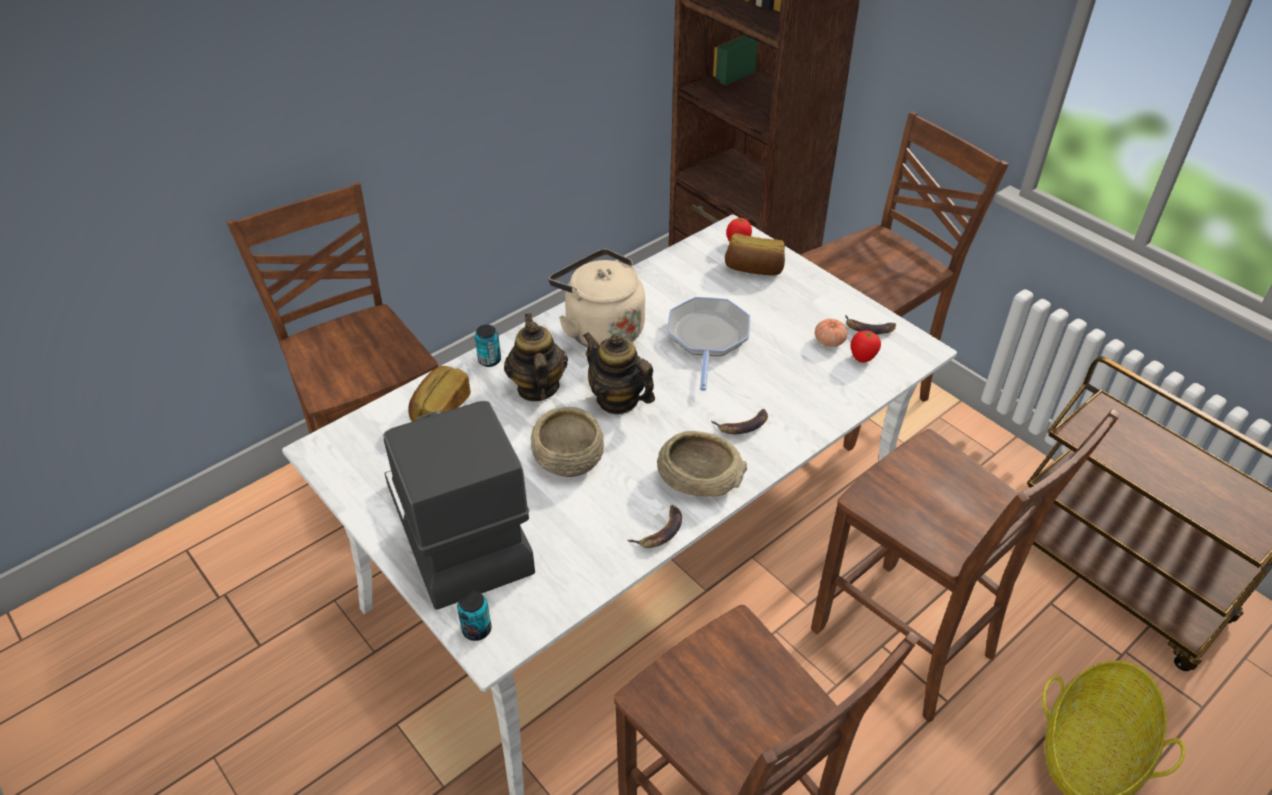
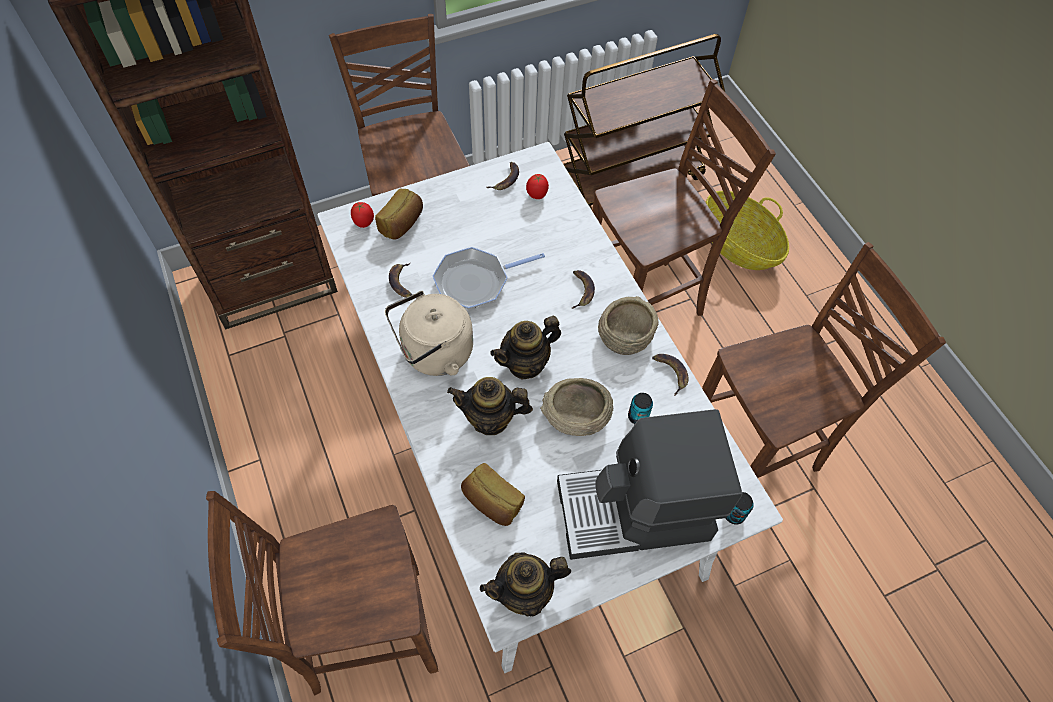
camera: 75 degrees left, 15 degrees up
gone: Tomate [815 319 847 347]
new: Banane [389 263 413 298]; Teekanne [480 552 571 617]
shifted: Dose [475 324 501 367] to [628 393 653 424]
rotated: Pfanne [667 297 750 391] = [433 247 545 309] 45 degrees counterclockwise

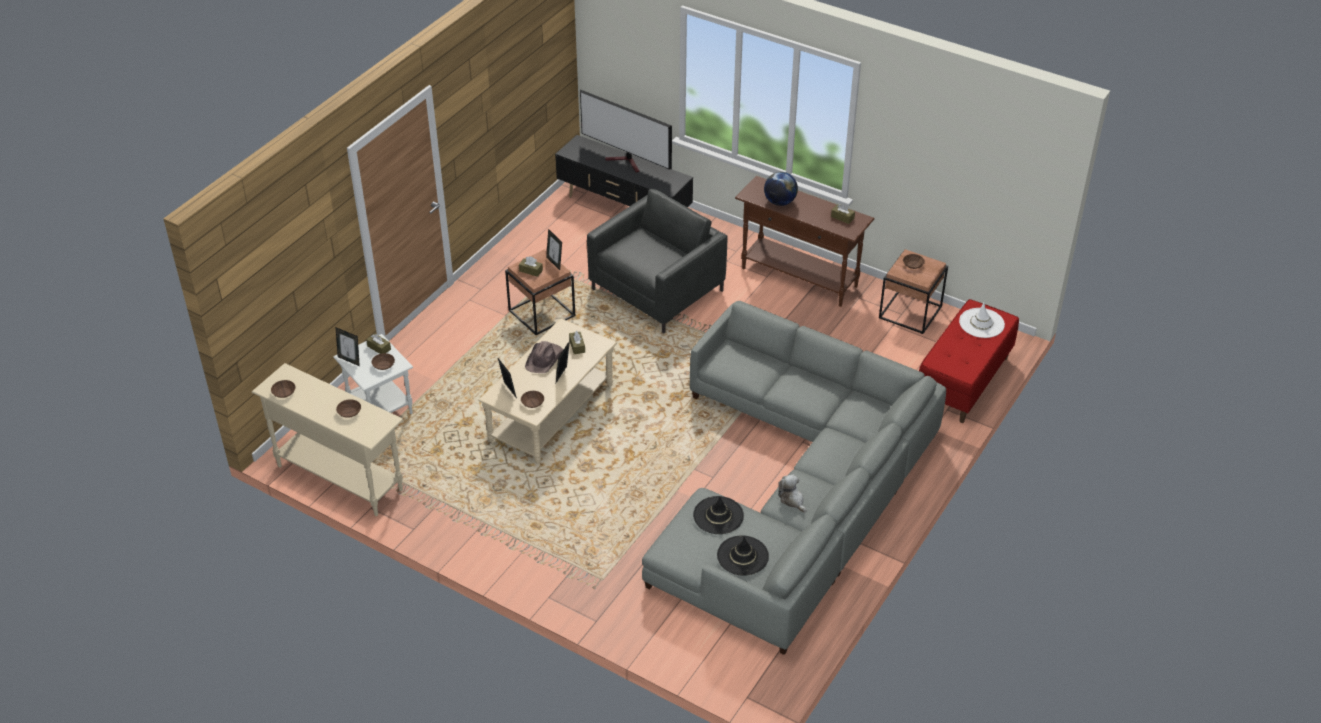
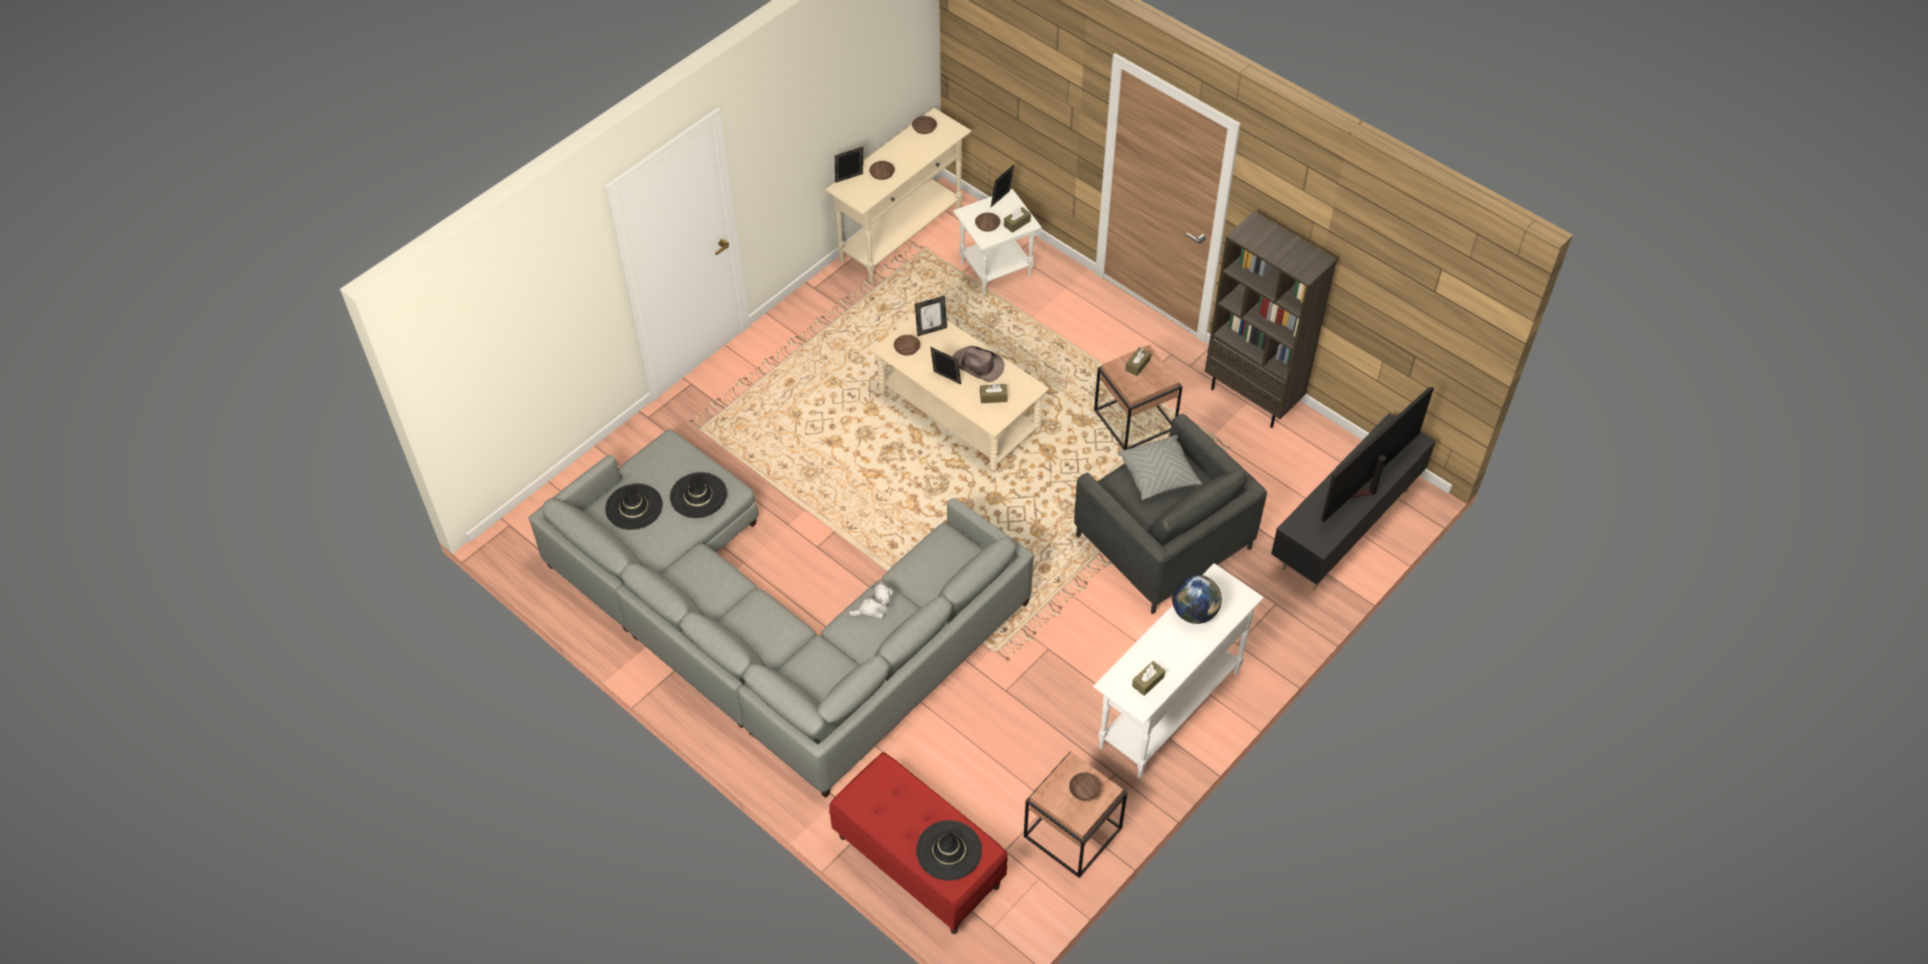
camera: 100 degrees right, 10 degrees up
new: Kissen [grau] [1118 435 1202 500]; Bücherregal [braun] [1205 211 1337 428]
shifted: Bilderrahmen [546 229 562 270] to [835 147 863 183]; Plüschtier [778 475 806 513] to [849 582 894 619]
repainted: Hut [weiß] [959 303 1005 338] to Hut [schwarz] [916 820 982 880]; Konsolentisch [braun] [735 176 875 307] to Konsolentisch [weiß] [1093 563 1264 778]

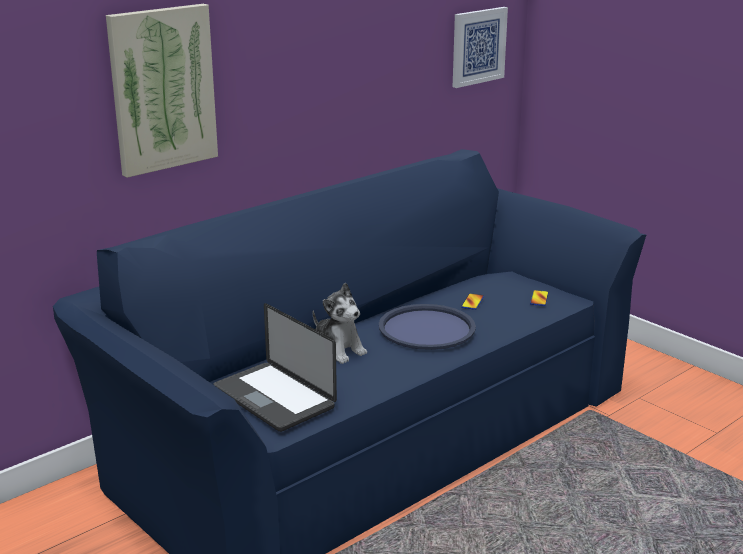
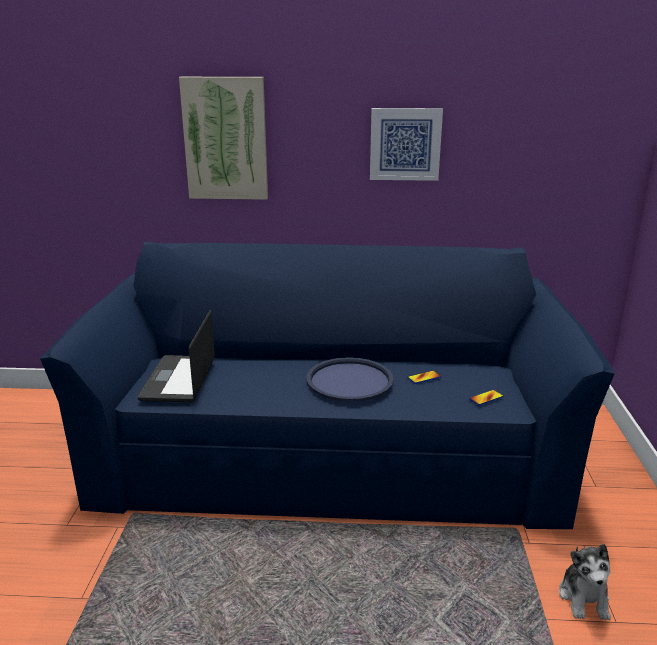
camera: 45 degrees right, 0 degrees up
shifted: Bild [453 7 508 88] to [370 108 443 181]; Plüschtier [313 283 367 364] to [559 544 611 620]

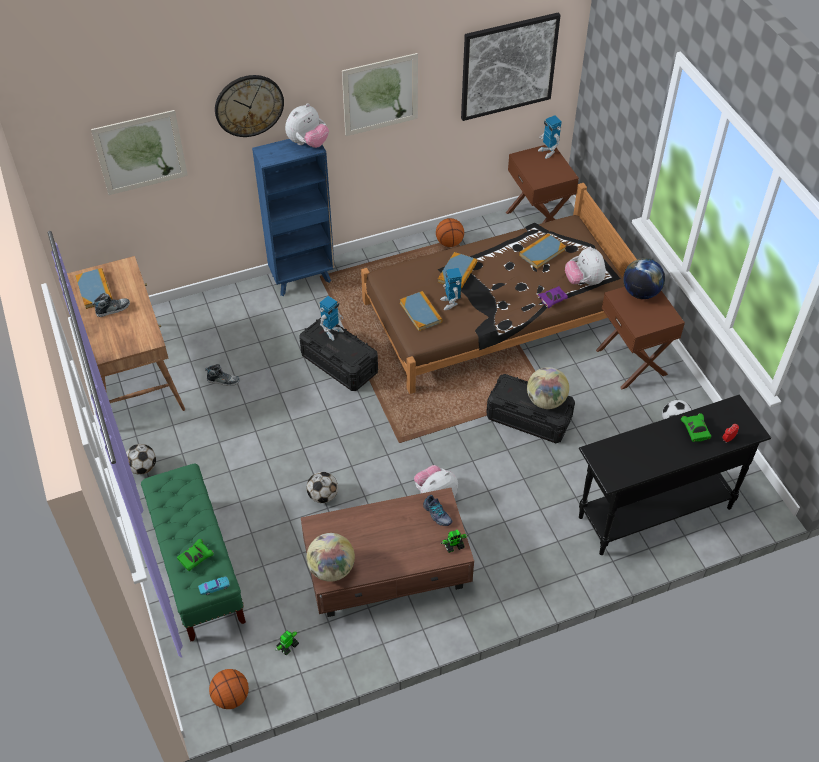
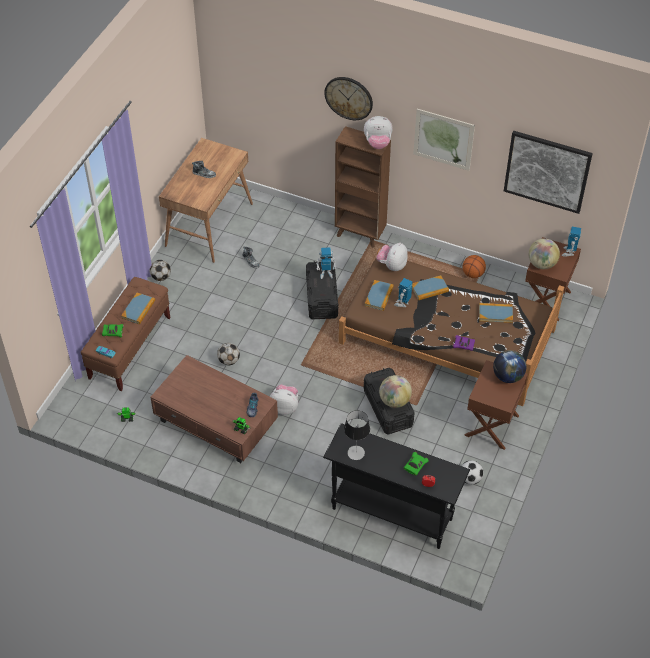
camera: 45 degrees right, 0 degrees up
gone: Bild [91 110 188 195]; Basketball [209 669 249 709]
new: Tischlampe [344 410 370 460]
shifted: Buch [75 268 112 309] to [121 293 155 325]; Plüschtier [565 246 606 285] to [376 242 408 271]; Globus [306 533 355 582] to [528 238 560 269]
repainted: Bank [grün] [141 464 246 642] to Bank [braun] [81 277 170 391]; Bücherregal [blau] [252 139 335 296] to Bücherregal [braun] [335 126 391 248]

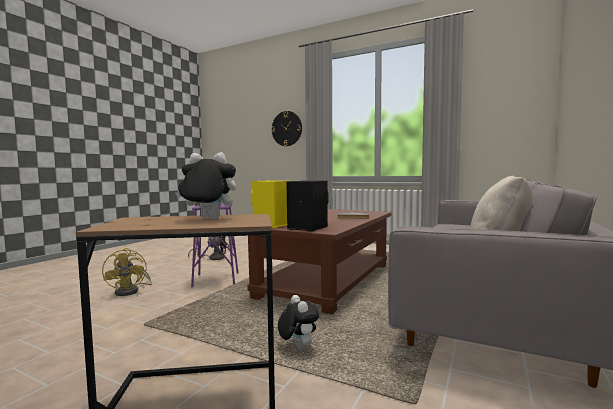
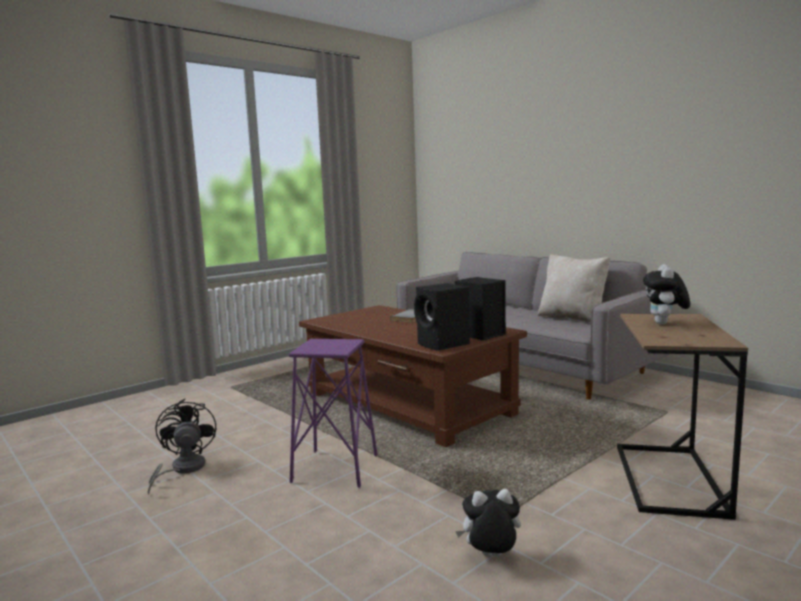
camera: 70 degrees left, 5 degrees up
gone: Ventilator [gelb] [102 248 152 296]; Wanduhr [271 111 302 146]
shifted: Plüschtier [278 295 319 349] to [455 489 521 557]
repainted: Lautsprecher [gelb] [251 180 287 228] to Lautsprecher [schwarz] [414 283 470 351]

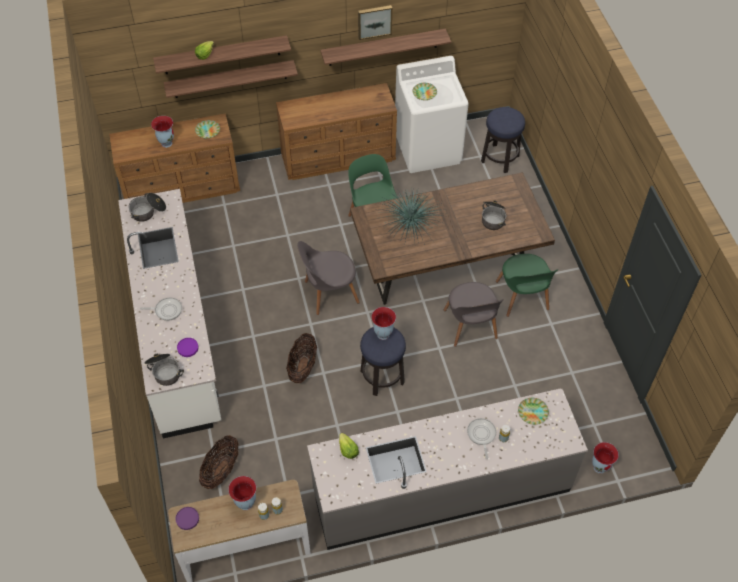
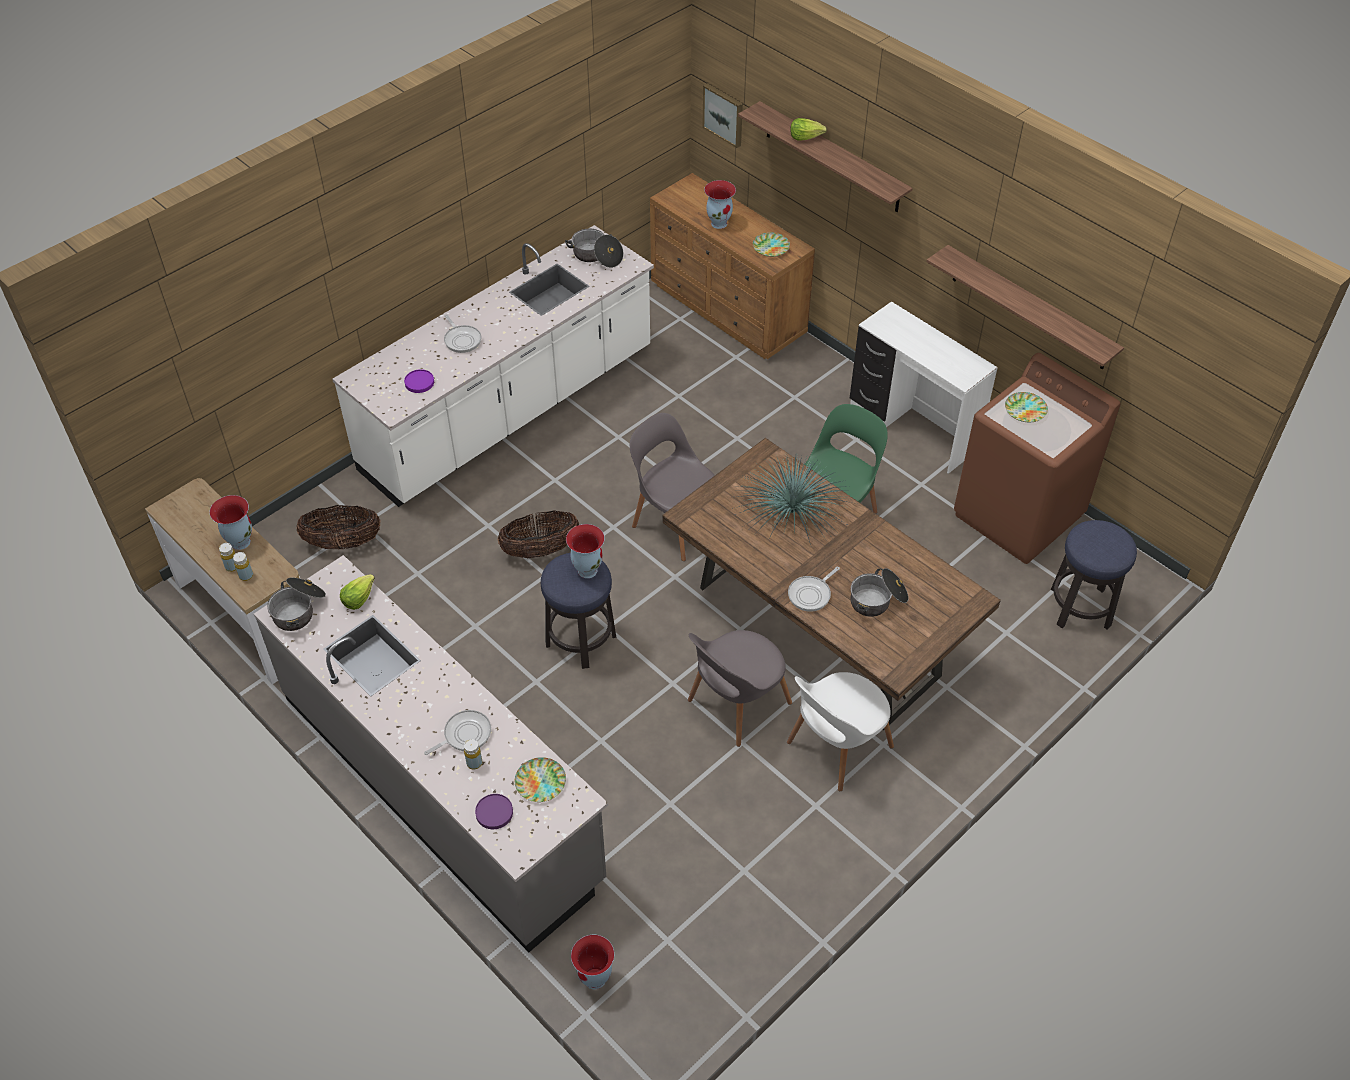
camera: 60 degrees right, 5 degrees down
gone: Wandregal [164 60 298 98]
new: Pfanne [788 567 840 612]
shifted: Kochtopf [144 354 184 386] to [267 577 326 631]; Teller [lila] [176 507 199 530] to [475 794 513 829]; Bild [358 5 392 40] to [702 83 743 148]
swapped: Kommode [braun] [276 83 397 180] to Schreibtisch [weiß] [850 301 998 474]
repainted: Stuhl [grün] [496 254 558 317] to Stuhl [weiß] [787 672 894 792]; Waschmaschine [weiß] [395 56 469 173] to Waschmaschine [braun] [954 353 1120 564]

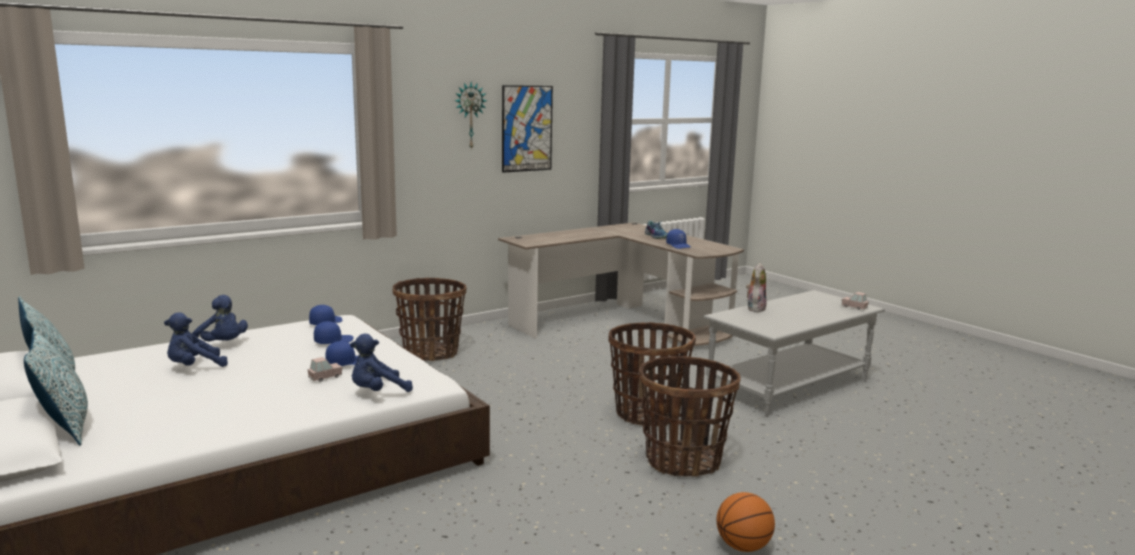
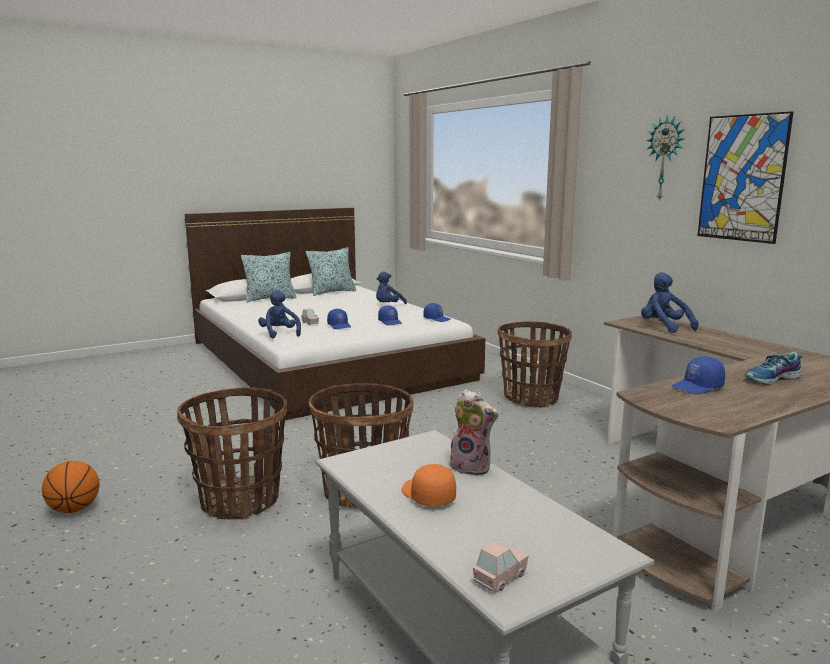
camera: 95 degrees right, 0 degrees up
new: Kappe [orange] [401 464 456 507]
shifted: Plüschtier [blau] [164 312 228 367] to [641 272 699 333]

